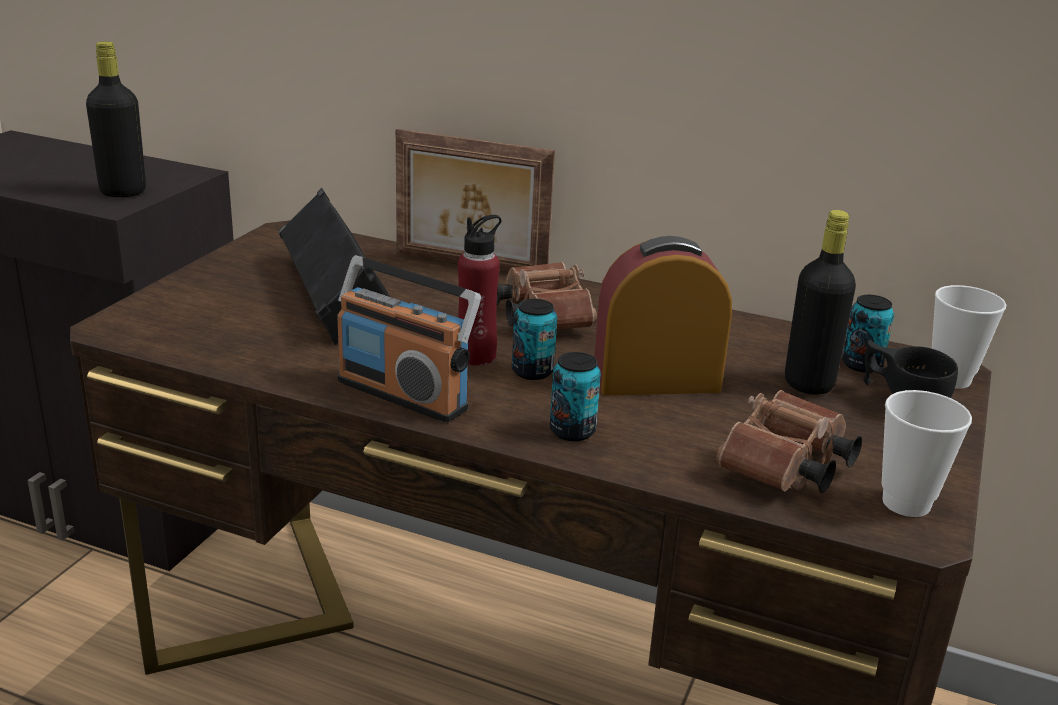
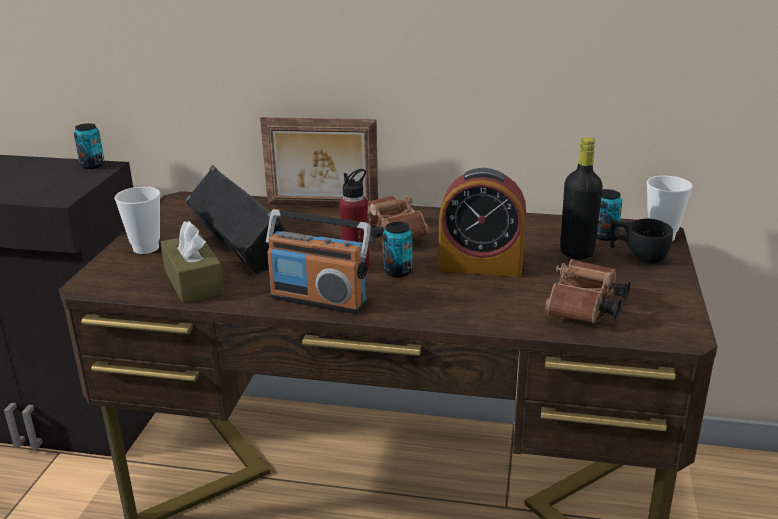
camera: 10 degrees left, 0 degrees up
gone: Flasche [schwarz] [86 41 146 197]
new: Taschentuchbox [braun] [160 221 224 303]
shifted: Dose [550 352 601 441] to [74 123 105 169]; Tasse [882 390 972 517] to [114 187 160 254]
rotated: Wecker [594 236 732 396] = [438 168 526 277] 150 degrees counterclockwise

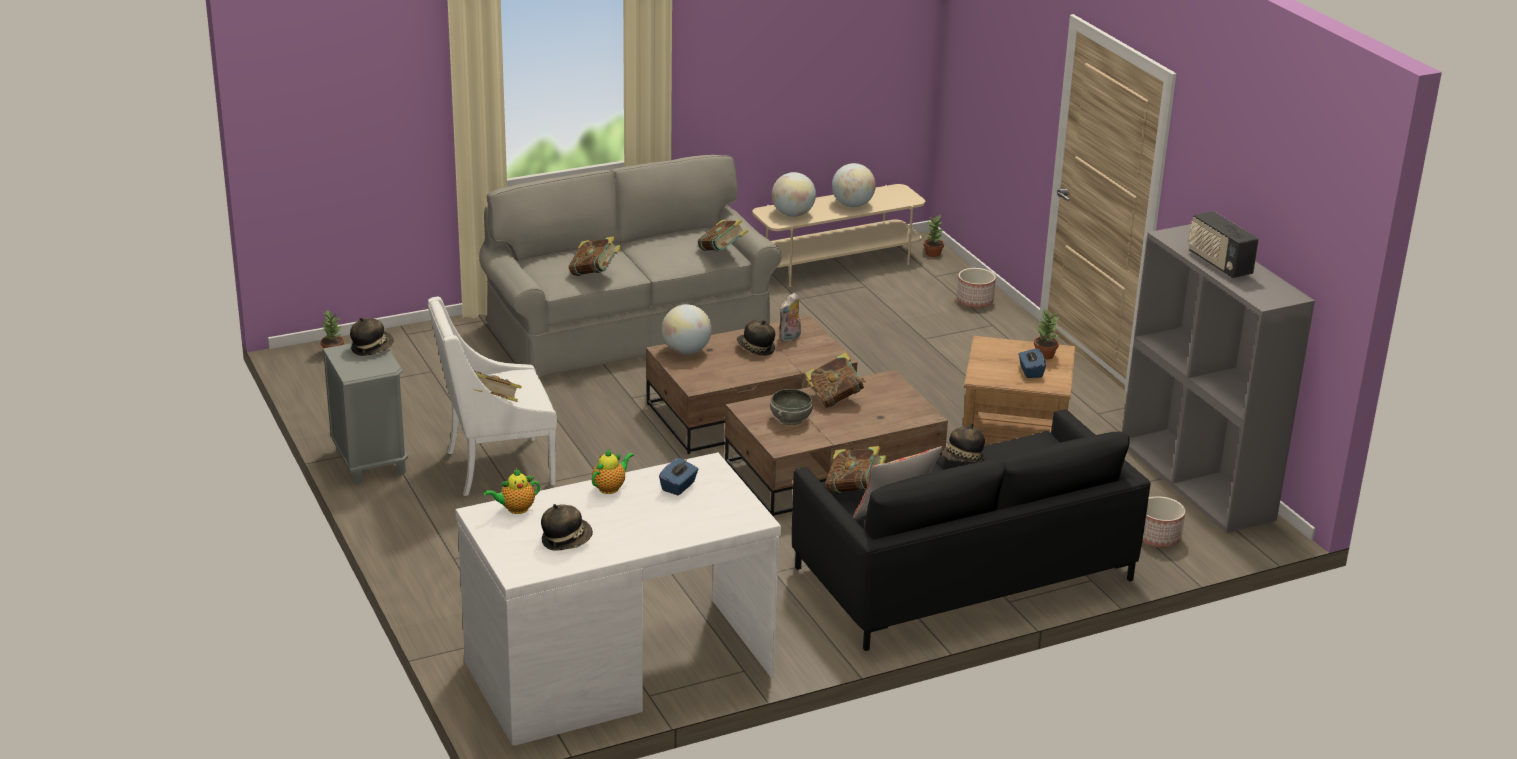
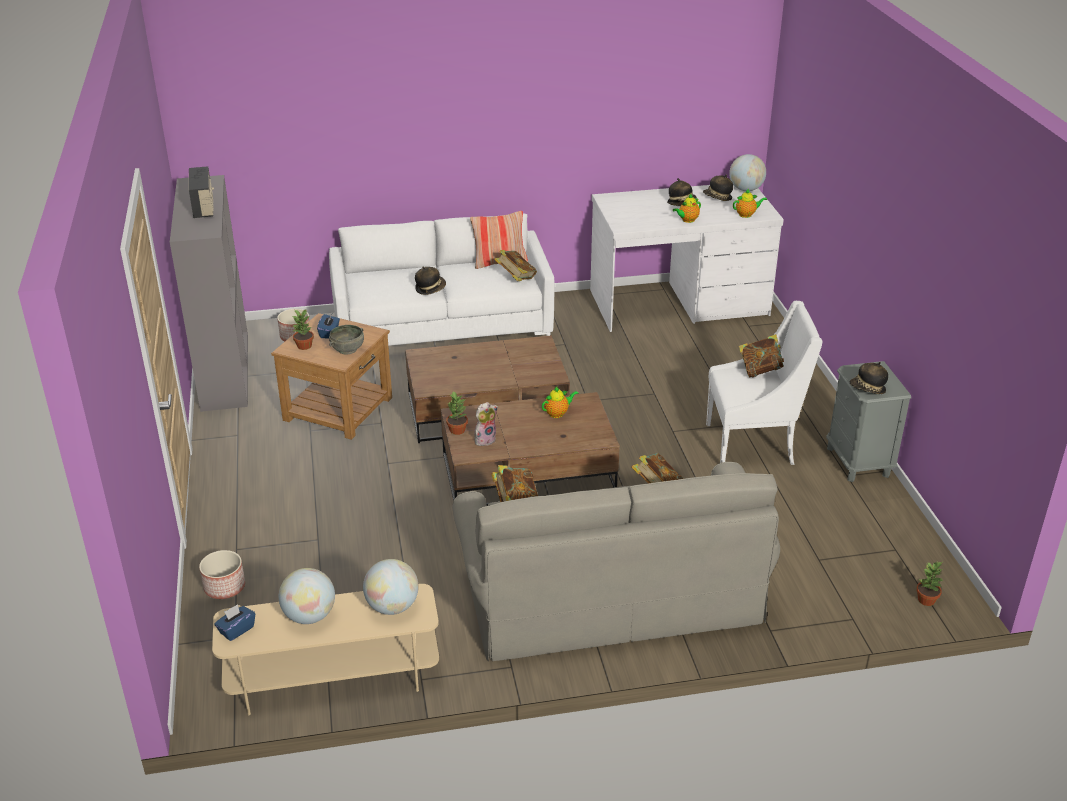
camera: 165 degrees left, 5 degrees up
gone: Buch [805 352 866 408]
new: Teekanne [542 386 579 418]
shifted: Taschentuchbox [blau] [659 458 699 495] to [215 604 255 641]; Schüssel [grau] [770 389 813 425] to [329 325 364 354]; Topfpflanze [924 215 945 257] to [446 391 468 435]; Hut [737 320 775 355] to [667 178 697 206]; Globus [662 304 712 354] to [729 154 766 191]
repainted: Sofa [schwarz] [792 409 1151 651] to Sofa [weiß] [329 214 555 346]

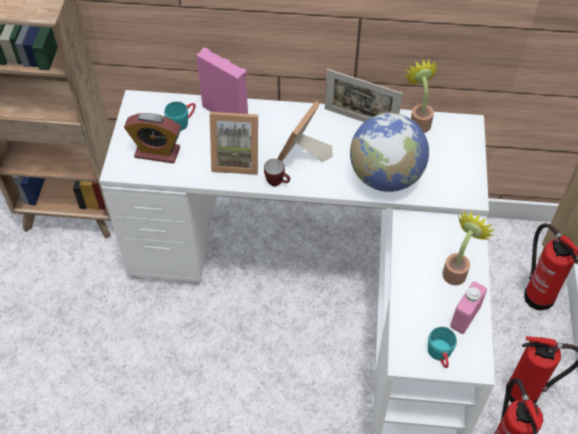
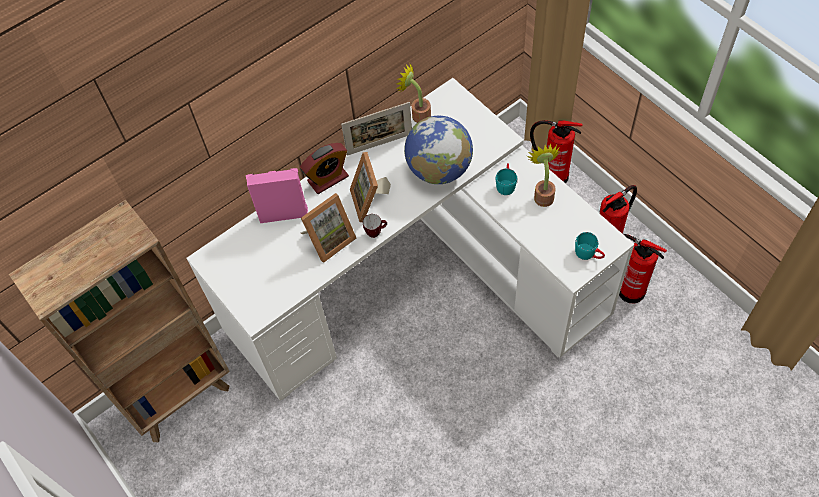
camera: 40 degrees left, 5 degrees up
gone: Flasche [rosa] [450 282 487 334]
shifted: Wecker [124 113 181 163] to [300 143 349 194]; Henkelbecher [türkis] [164 101 196 131] to [496 163 517 195]

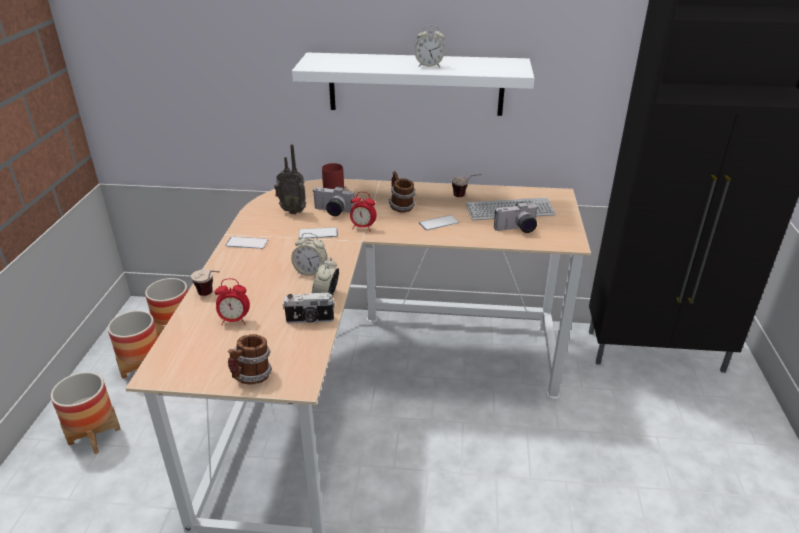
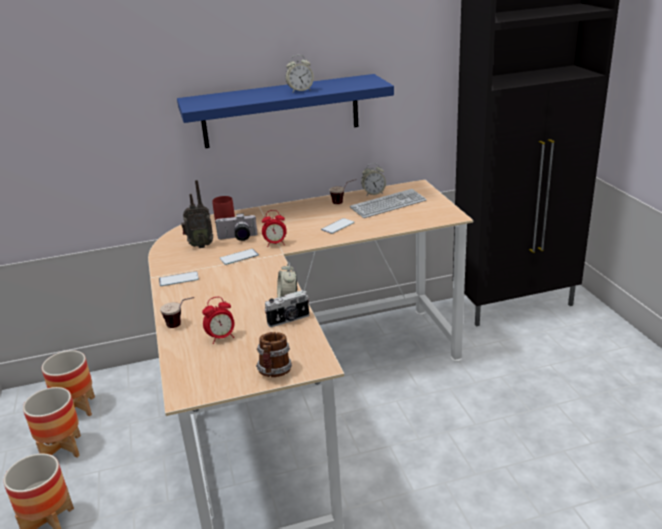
camera: 20 degrees left, 5 degrees down
gone: Henkelbecher [389 171 415 213]; Kamera [494 202 539 233]
shifted: Wecker [291 233 327 276] to [361 163 386 195]
repainted: Wandregal [weiß] [292 53 534 116] to Wandregal [blau] [177 74 394 148]

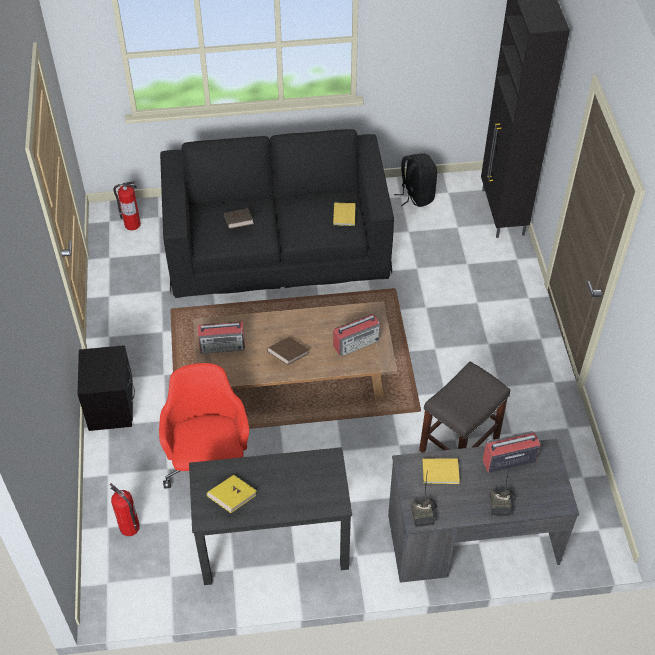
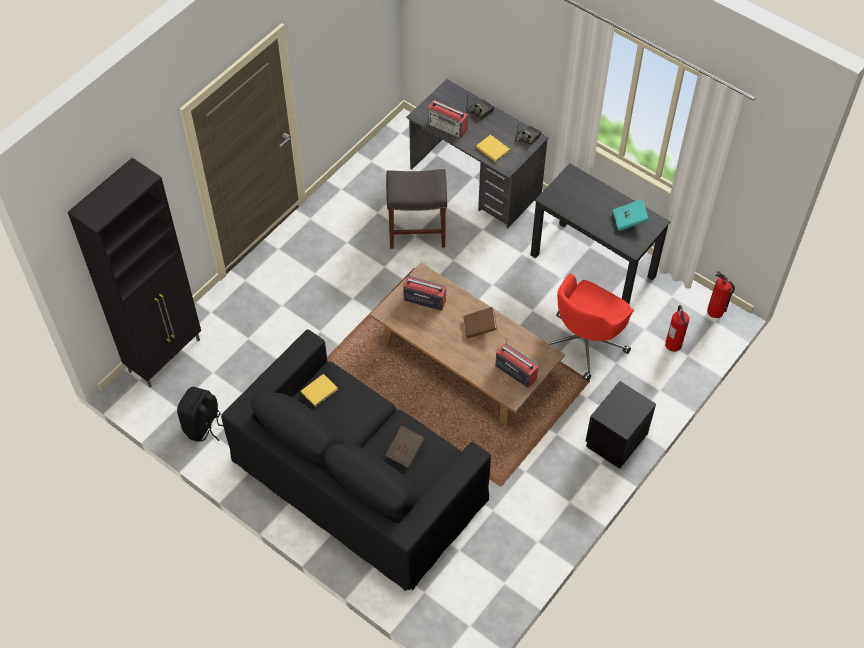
camera: 135 degrees left, 5 degrees up
shifted: Feuerlöscher [113 181 141 230] to [707 271 735 318]
repainted: Buch [gelb] [207 475 257 513] to Buch [türkis] [613 199 649 231]

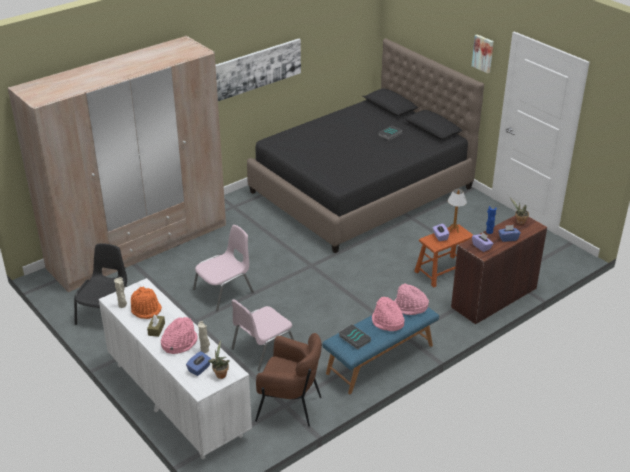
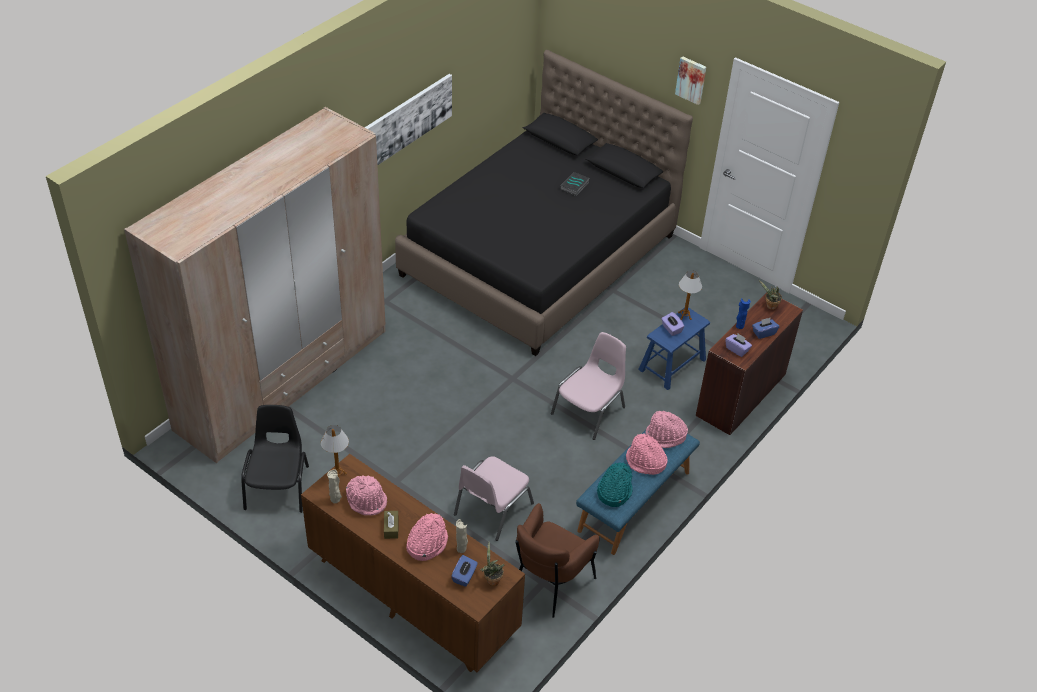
camera: 15 degrees left, 10 degrees up
new: Tischlampe [321 425 349 477]
shifted: Stuhl [rosa] [193 225 254 311] to [551 332 626 440]
swapped: Buch [339 324 371 350] to Hut [türkis] [597 462 633 507]
repainted: Kommode [weiß] [99 278 252 459] to Kommode [braun] [301 454 525 672]; Hut [orange] [131 287 162 319] to Hut [rosa] [346 475 387 516]; Hocker [braun] [414 224 473 287] to Hocker [blau] [638 307 710 390]
rotated: Sessel [braun] [255 333 322 427] = [515 503 599 618] 120 degrees clockwise

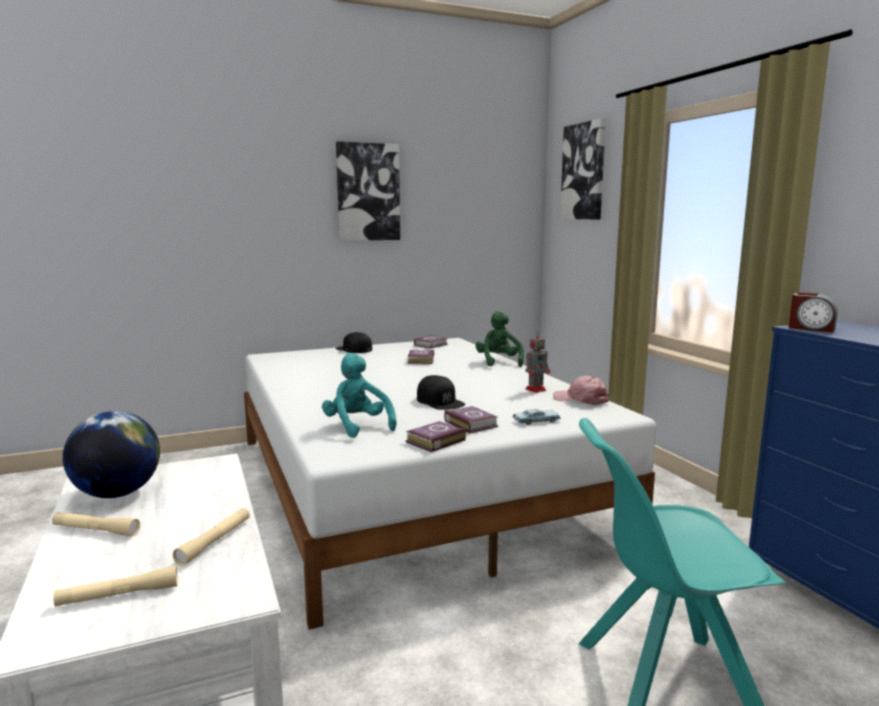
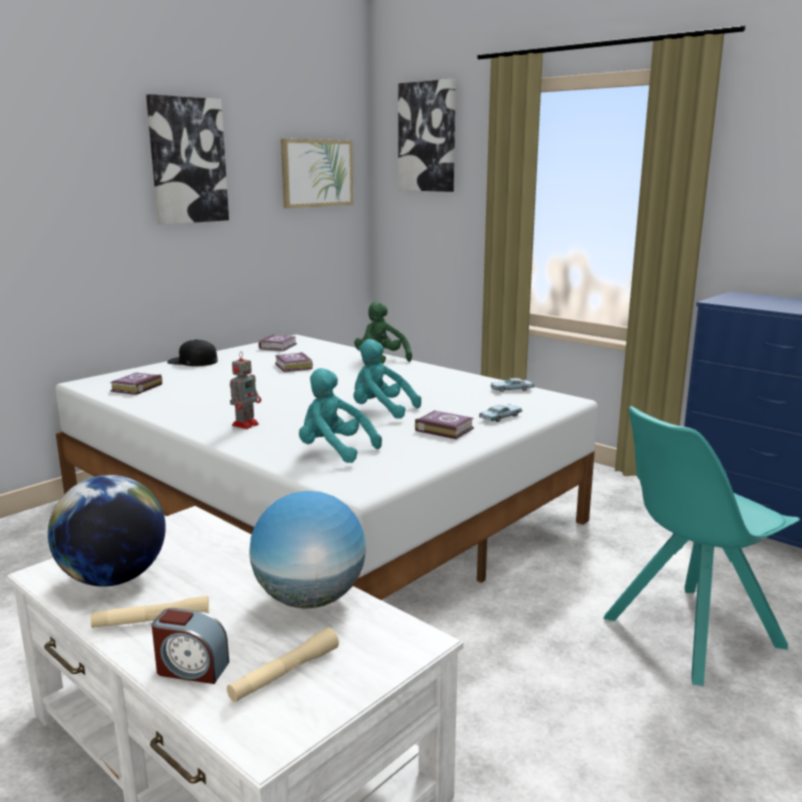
camera: 25 degrees left, 5 degrees up
new: Bild [281 139 353 208]
shifted: Buch [405 421 466 452] to [110 373 162 395]; Wecker [789 292 838 332] to [152 608 229 684]; Spielzeugroboter [525 331 550 393] to [230 351 261 429]
swapped: Taschenlampe [beige] [173 508 250 566] to Globus [249 491 366 609]; Kappe [schwarz] [417 375 465 410] to Plüschtier [türkis] [353 339 421 419]; Kappe [rosa] [553 376 609 405] to Spielzeugauto [blau] [490 378 535 392]

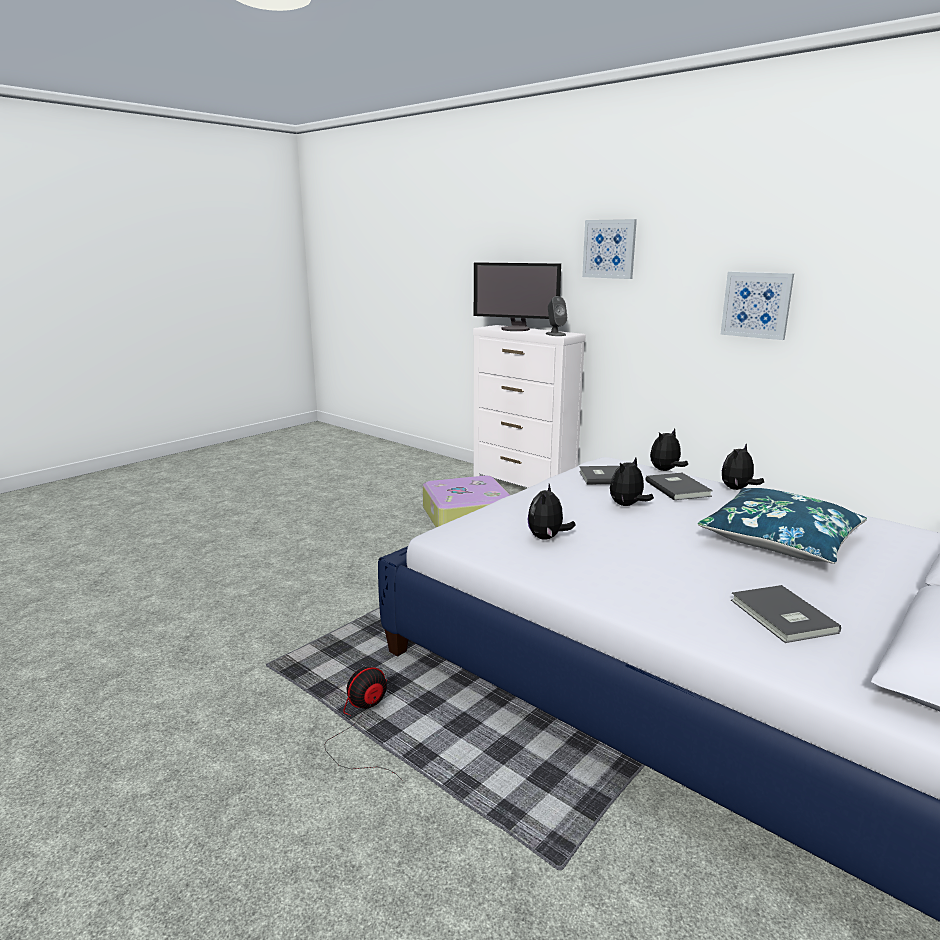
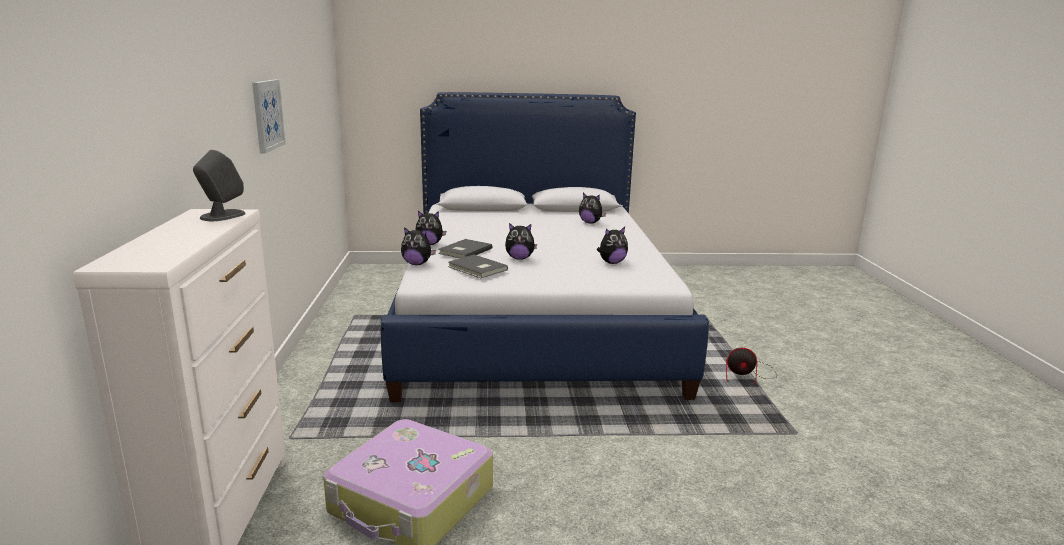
camera: 135 degrees left, 0 degrees up
gone: Monitor [474 262 561 331]; Bild [582 219 637 279]; Kissen [blau] [698 488 867 564]
swapped: Buch [grau] [731 585 841 643] to Plüschtier [579 193 606 224]

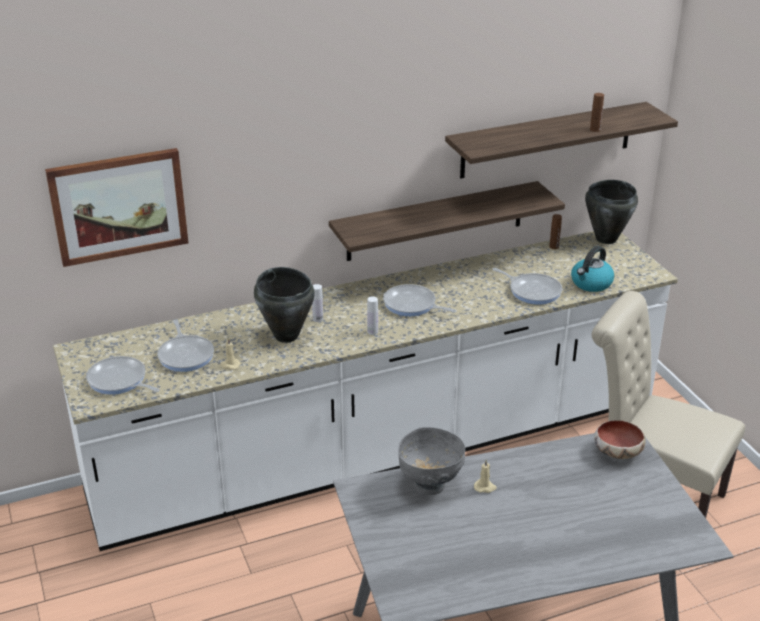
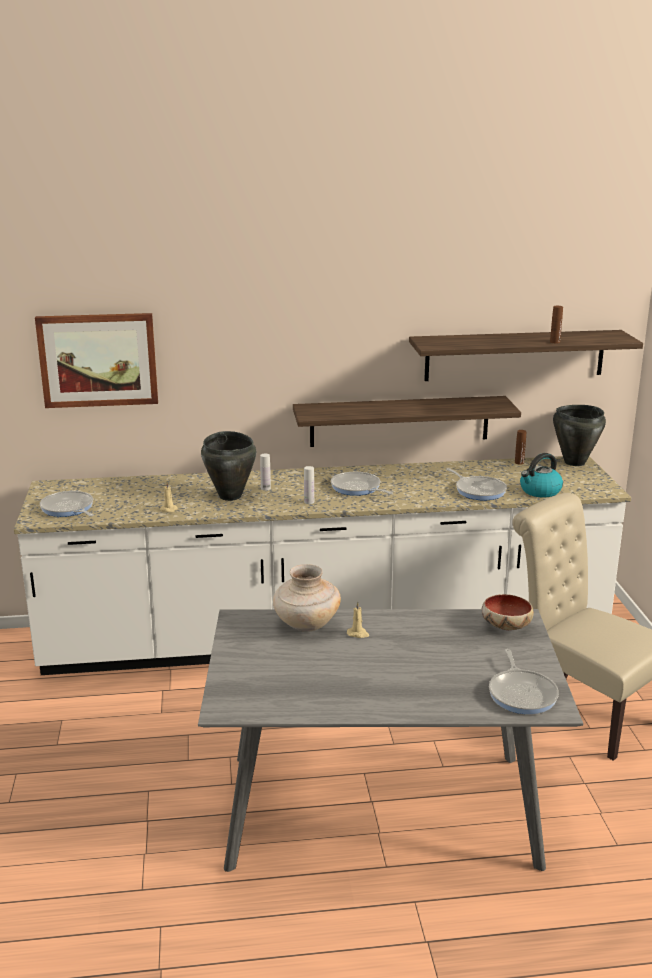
camera: 15 degrees right, 10 degrees down
shifted: Pfanne [157 319 214 372] to [489 649 559 714]
swapped: Schüssel [grau] [398 427 465 495] to Vase [beige] [273 564 341 632]

